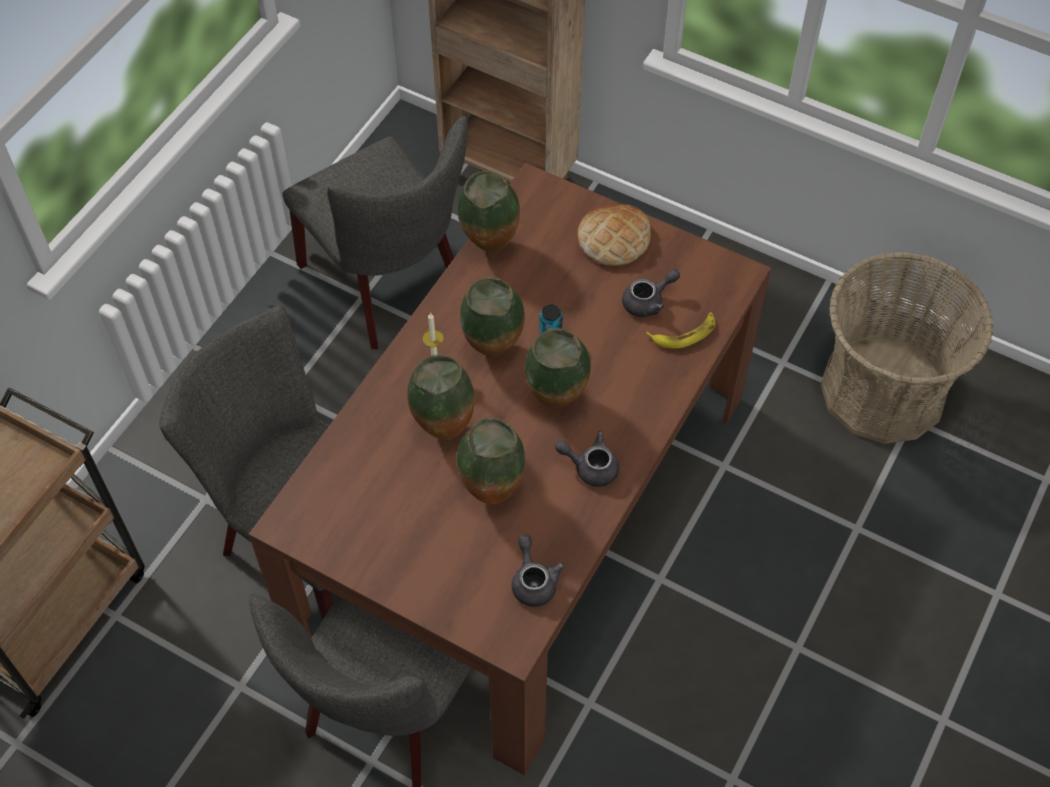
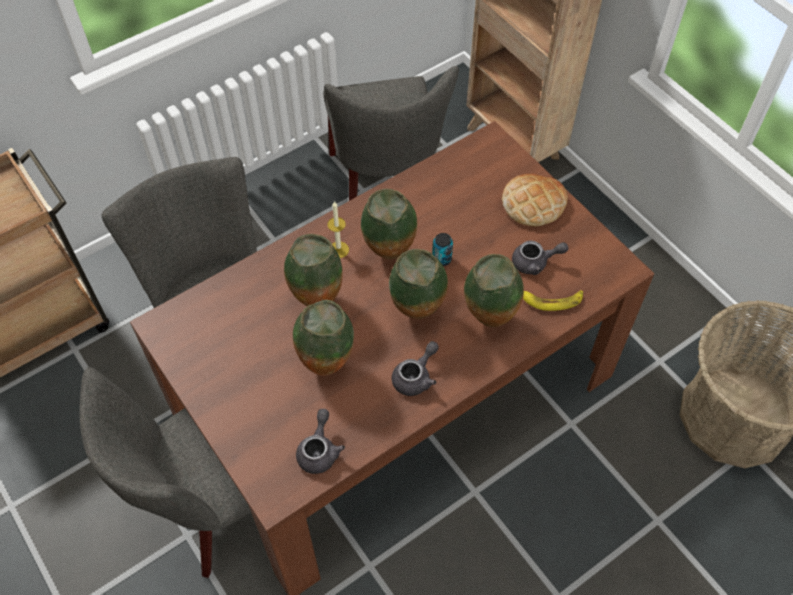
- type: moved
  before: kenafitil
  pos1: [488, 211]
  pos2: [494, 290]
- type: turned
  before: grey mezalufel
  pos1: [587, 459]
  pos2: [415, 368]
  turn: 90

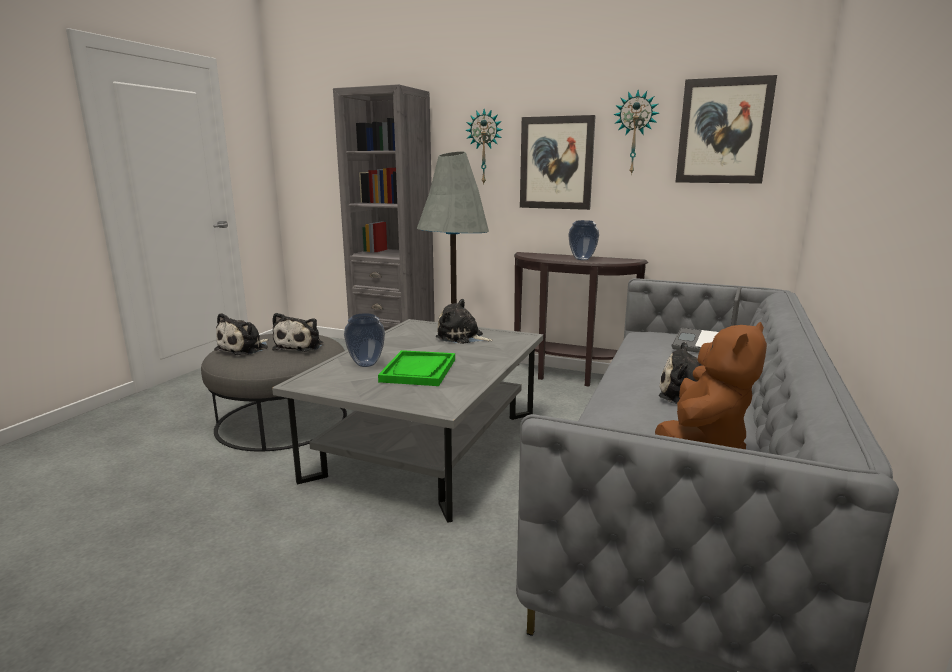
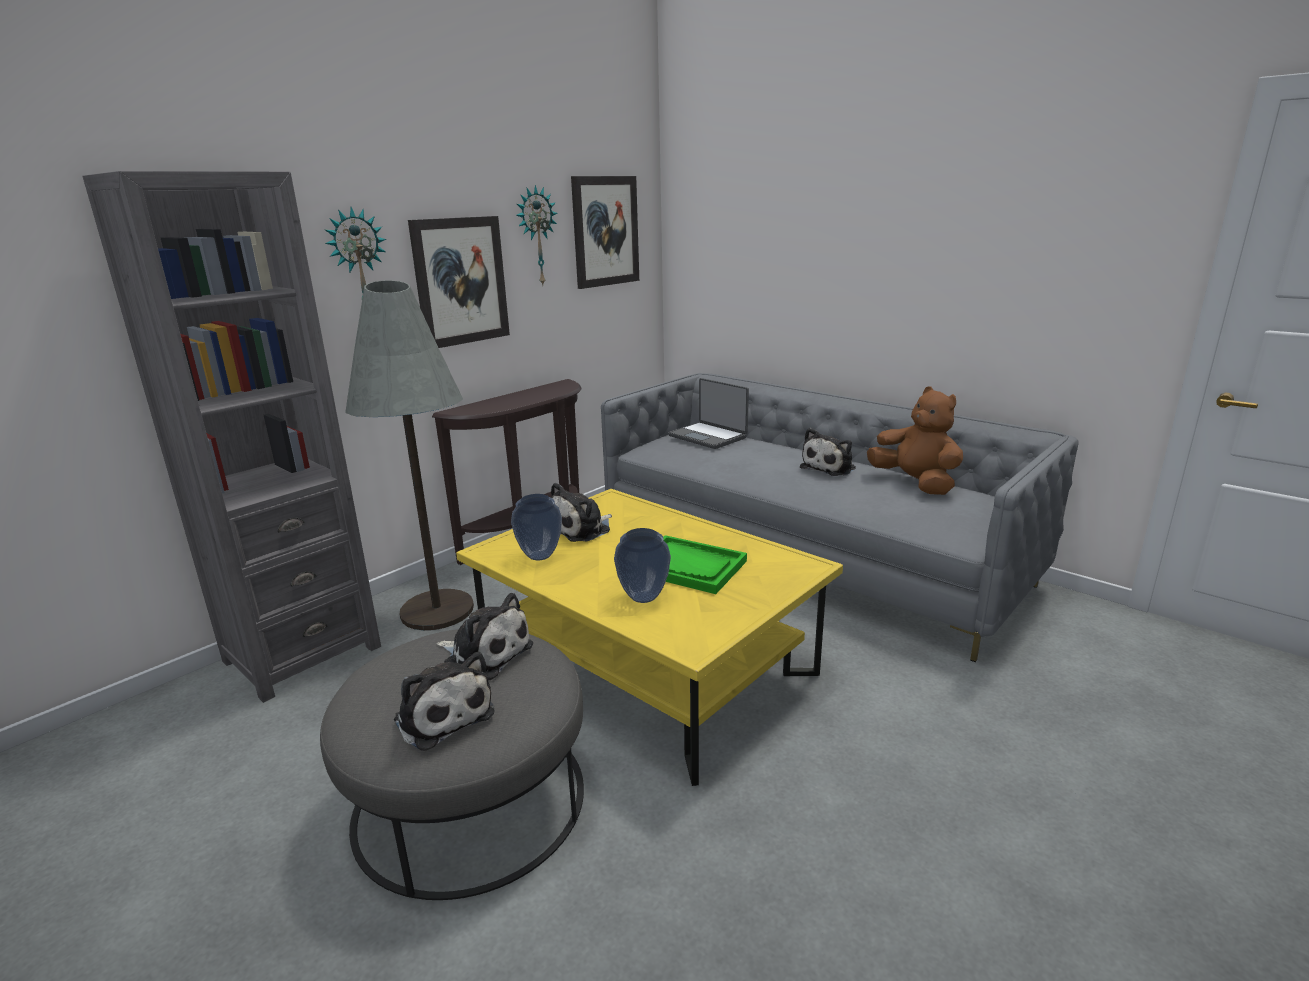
- type: moved
  before: kenafitil
  pos1: [583, 240]
  pos2: [536, 527]
- type: recoloured
  before: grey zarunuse
  after: yellow zarunuse
  pos1: [407, 421]
  pos2: [649, 637]

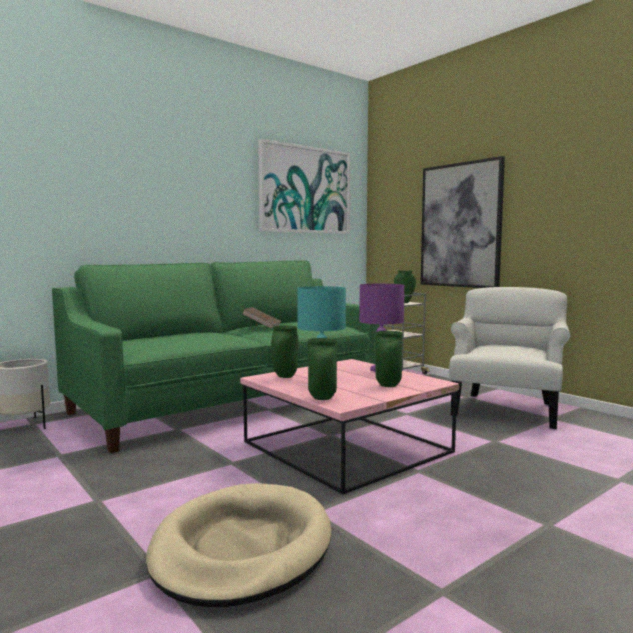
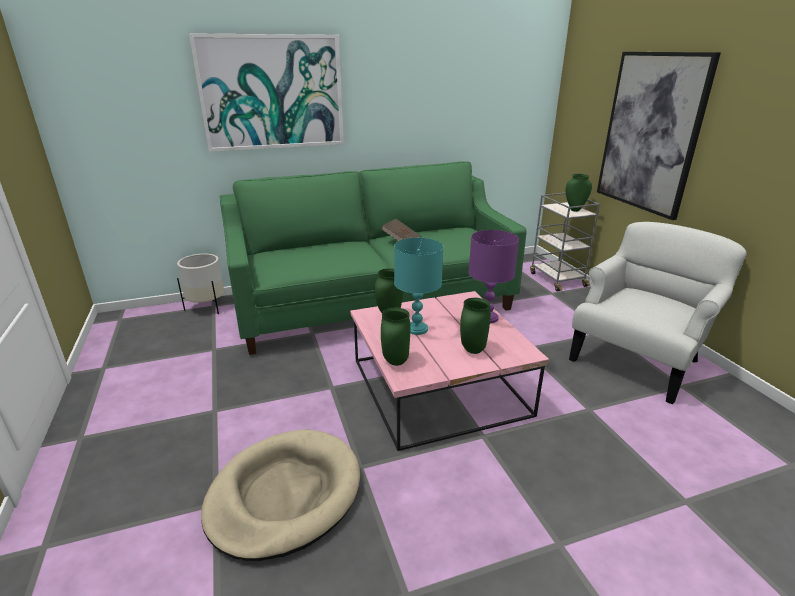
- type: moved
  before: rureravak
  pos1: [304, 186]
  pos2: [266, 92]

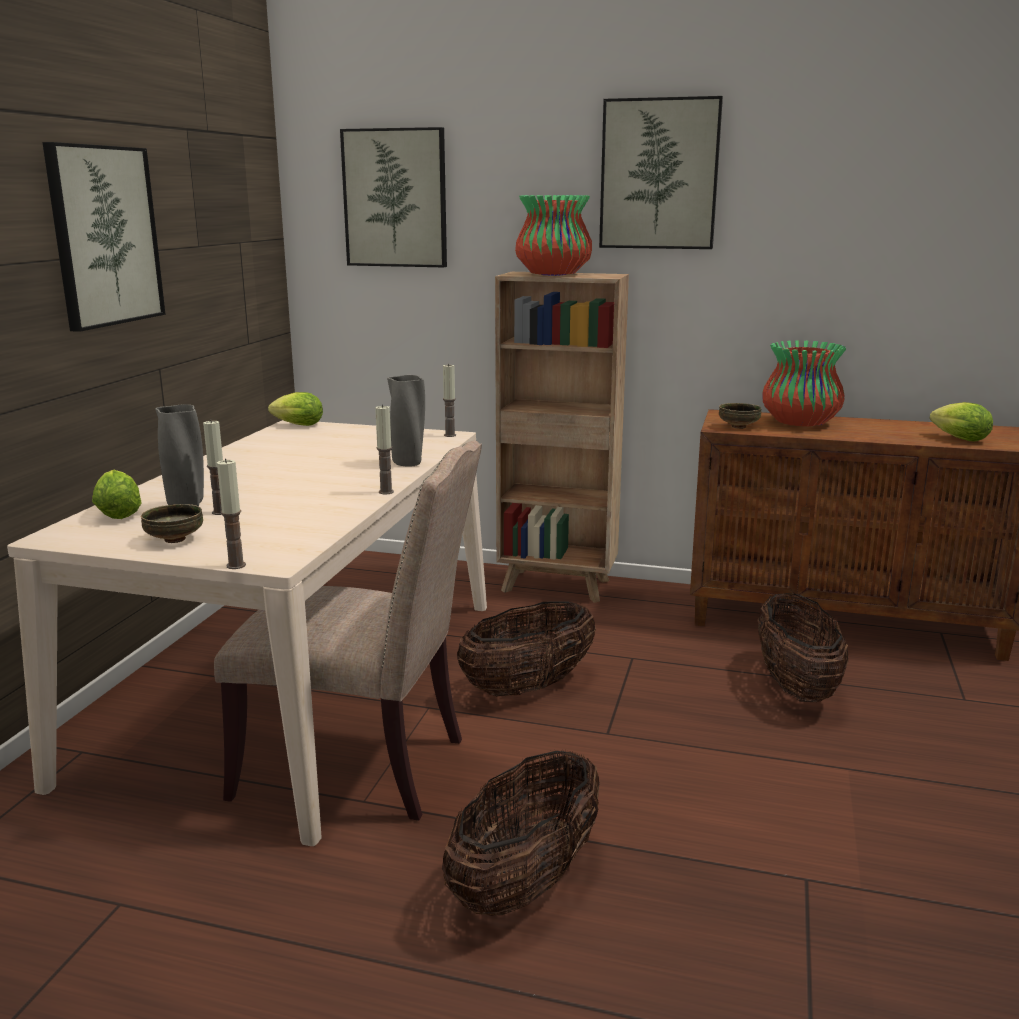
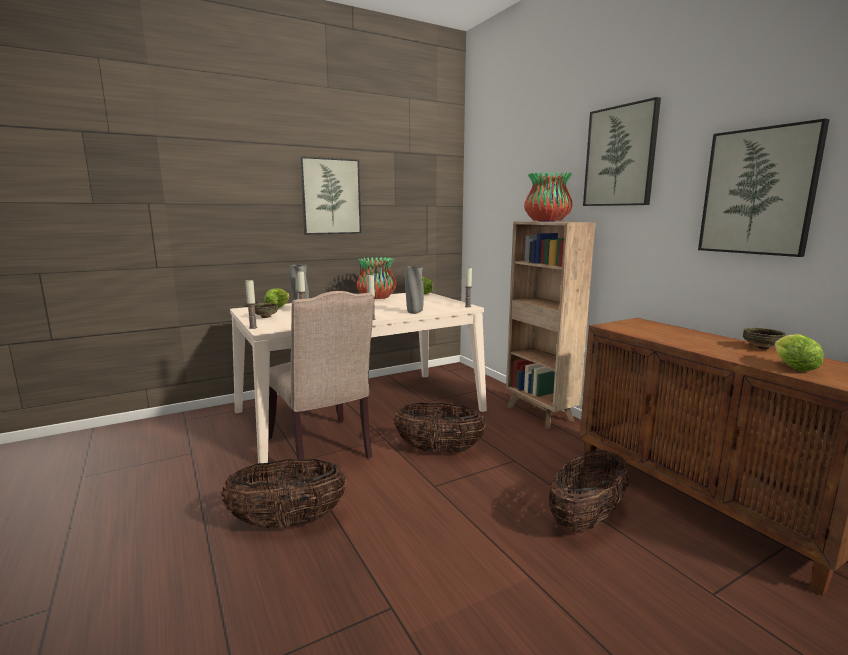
- type: moved
  before: rureravak
  pos1: [393, 197]
  pos2: [764, 187]
- type: moved
  before: kenafitil
  pos1: [804, 383]
  pos2: [377, 278]
- type: moved
  before: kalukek
  pos1: [740, 416]
  pos2: [764, 338]

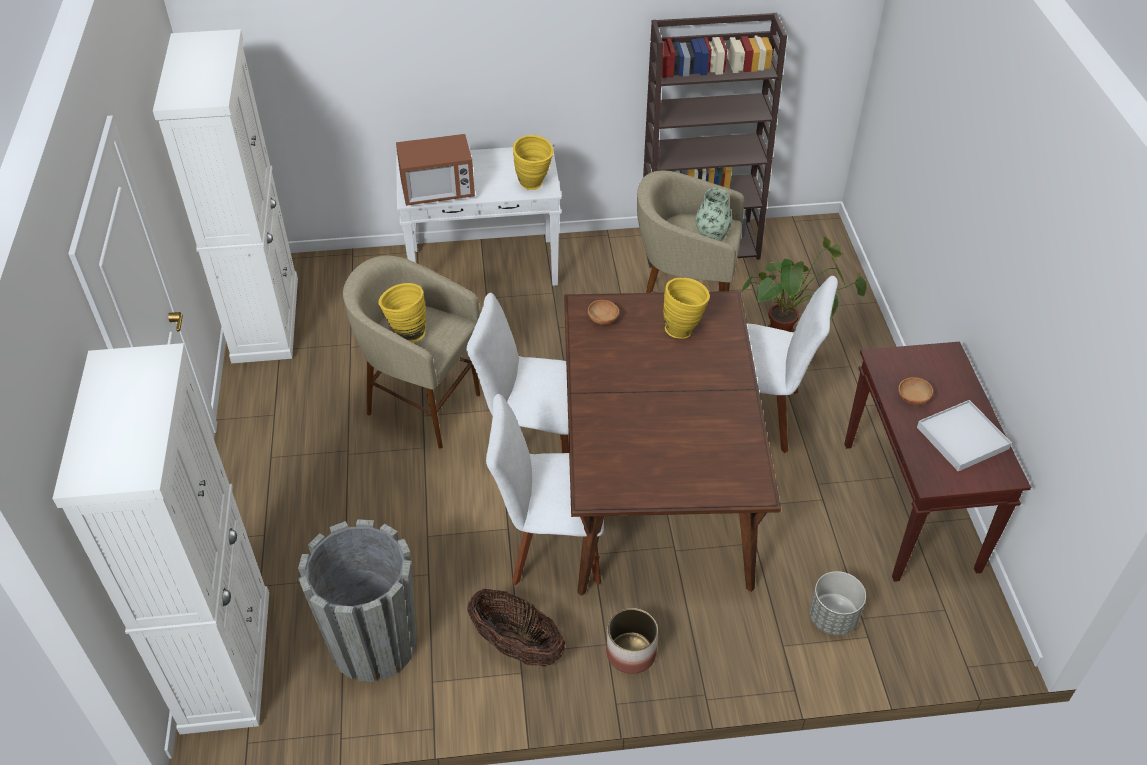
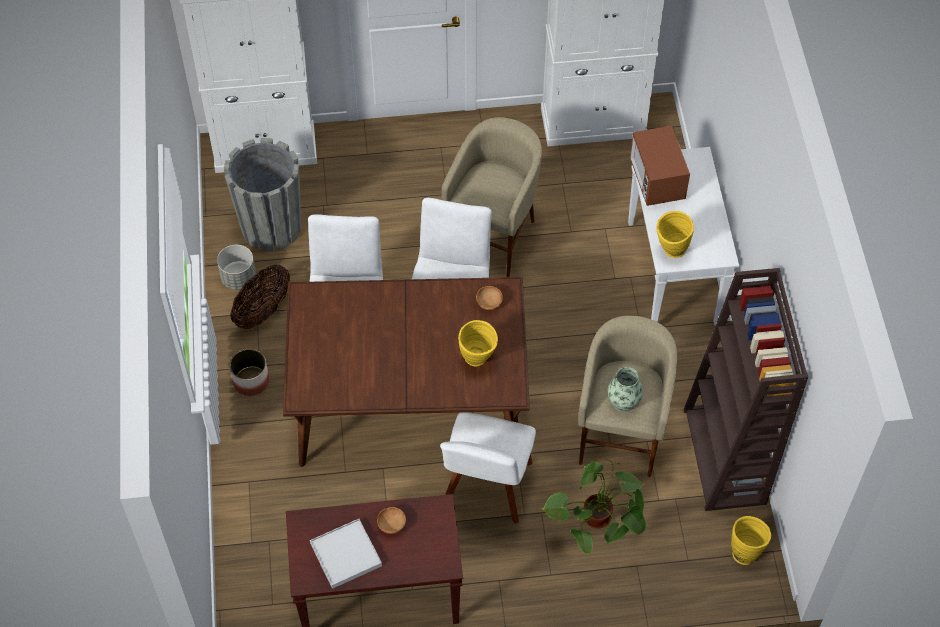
- type: moved
  before: yellow kenafitil
  pos1: [402, 313]
  pos2: [751, 540]
- type: moved
  before: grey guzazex
  pos1: [837, 603]
  pos2: [236, 267]

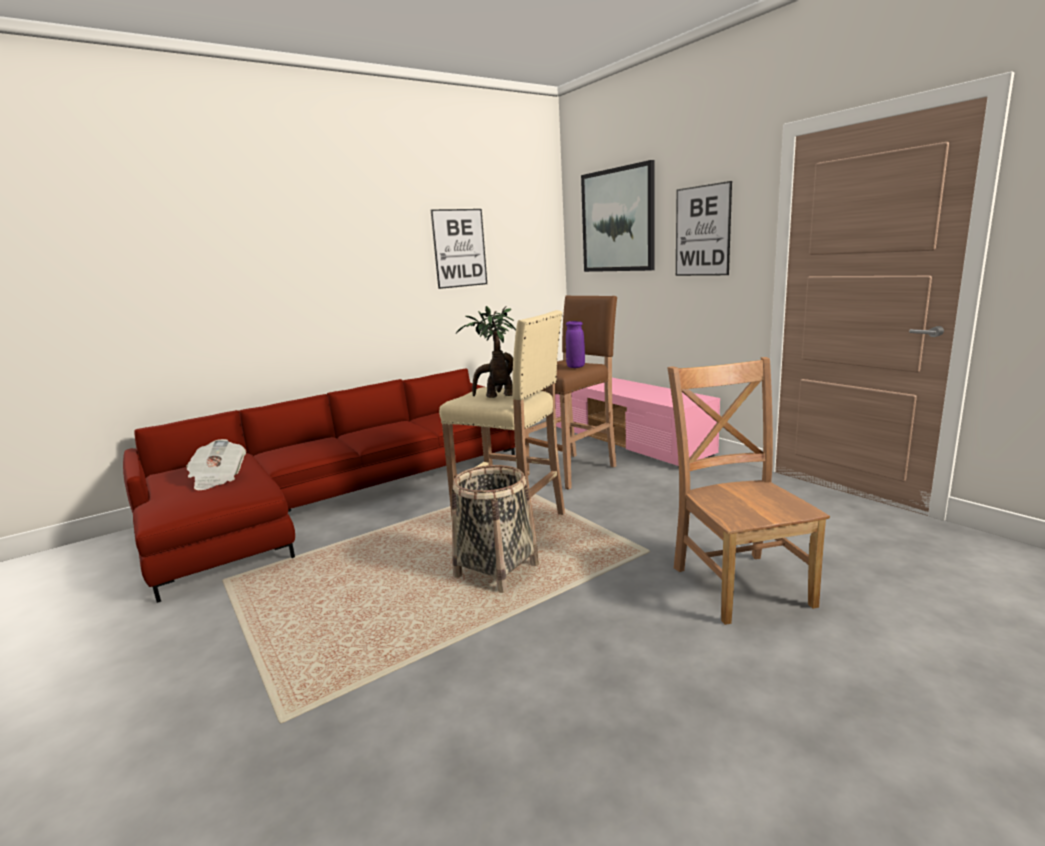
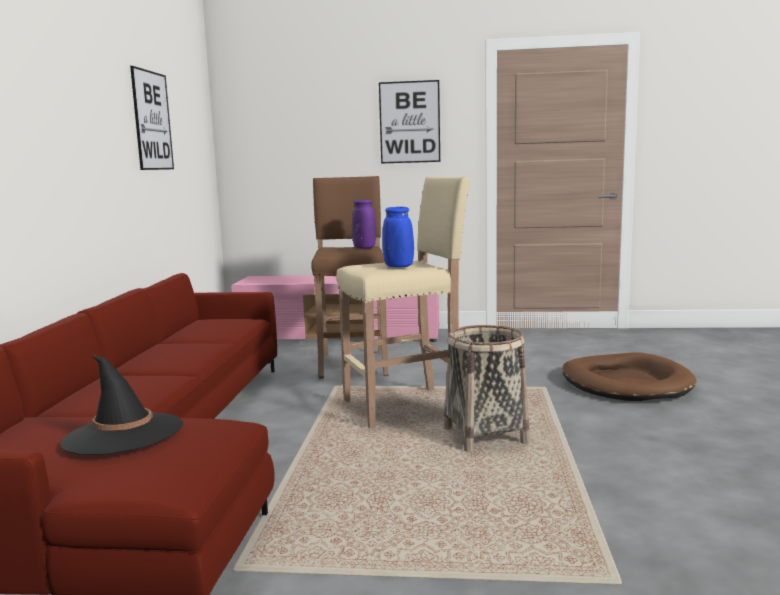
- type: removed
  before: rureravak
  pos1: [618, 216]
- type: replaced
  before: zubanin
  after: blue kenafitil
  pos1: [486, 352]
  pos2: [398, 237]
- type: replaced
  before: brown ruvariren
  after: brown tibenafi
  pos1: [748, 491]
  pos2: [629, 376]
- type: replaced
  before: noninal
  after: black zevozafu
  pos1: [216, 465]
  pos2: [122, 405]

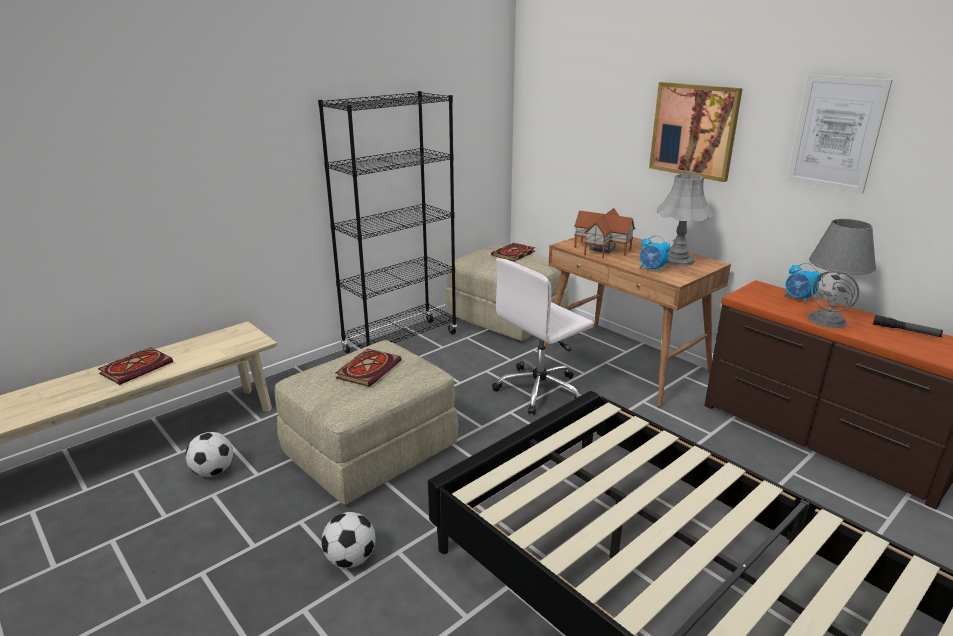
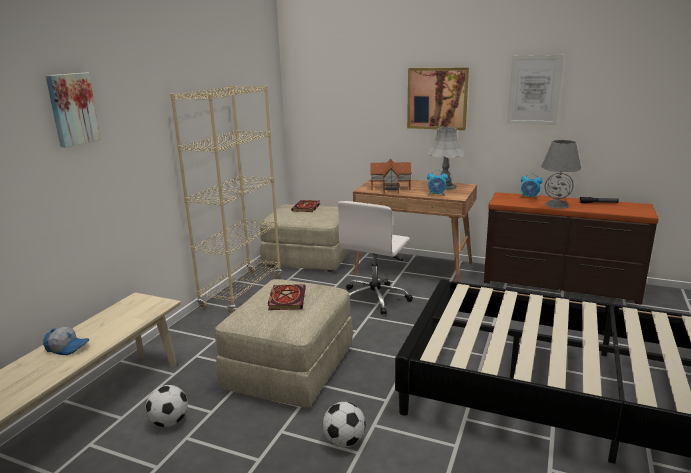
- type: recoloured
  before: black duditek
  after: beige duditek
  pos1: [387, 222]
  pos2: [226, 199]
- type: replaced
  before: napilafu
  after: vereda
  pos1: [135, 366]
  pos2: [66, 341]
- type: added
  after: rureravak
  pos2: [73, 110]

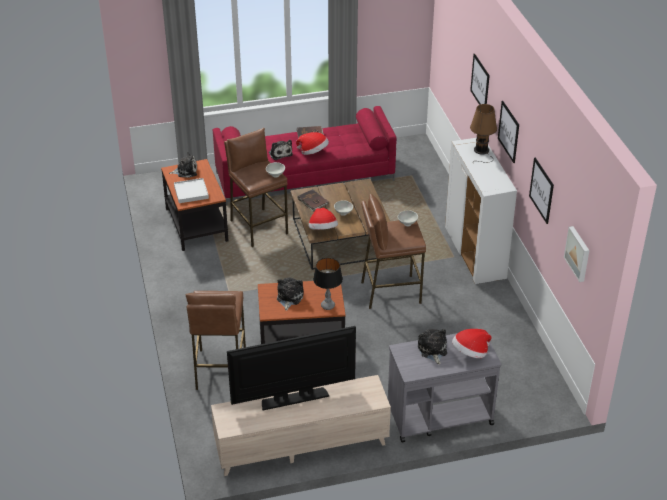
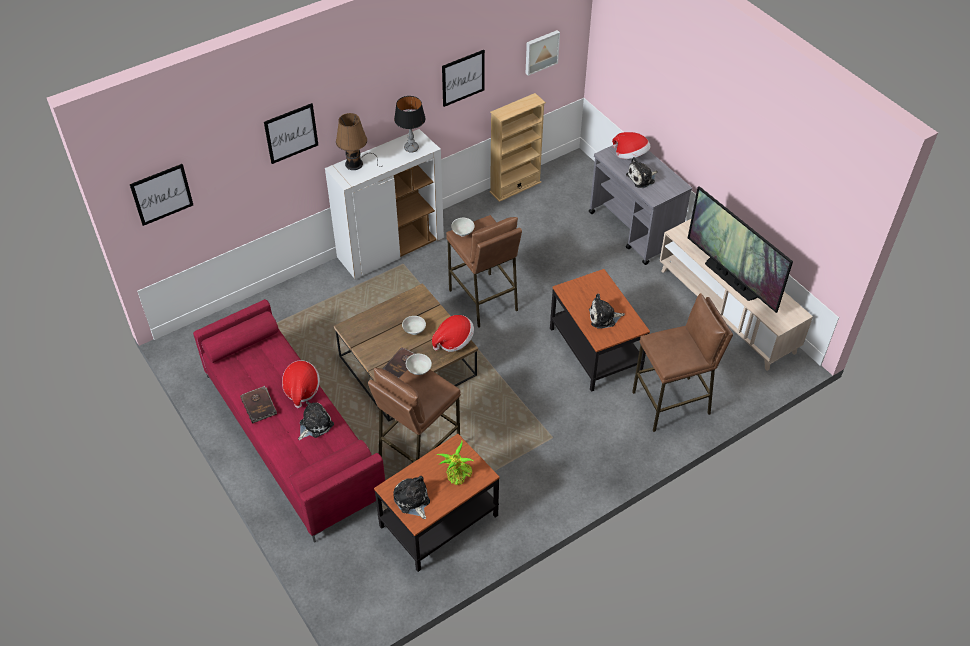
- type: moved
  before: rureravak
  pos1: [508, 132]
  pos2: [161, 195]
- type: replaced
  before: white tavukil
  after: zubanin
  pos1: [191, 190]
  pos2: [455, 463]
- type: moved
  before: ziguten
  pos1: [328, 284]
  pos2: [410, 124]
- type: added
  after: beige duditek
  pos2: [518, 147]

